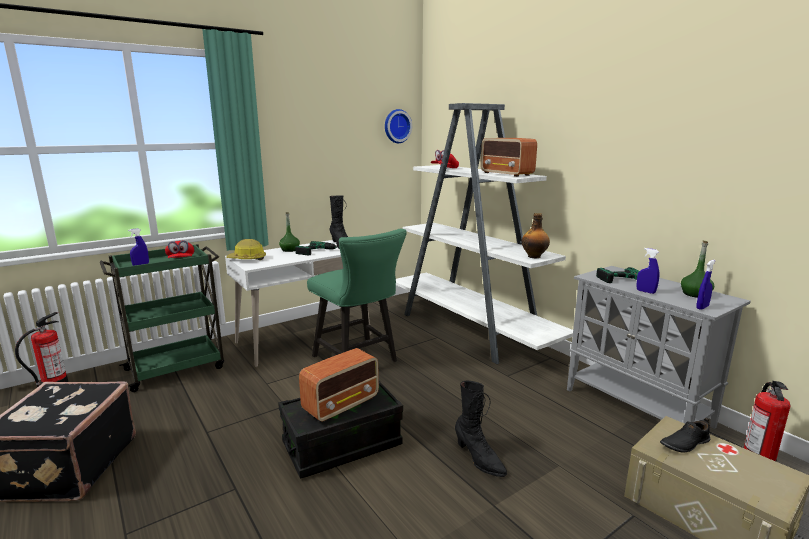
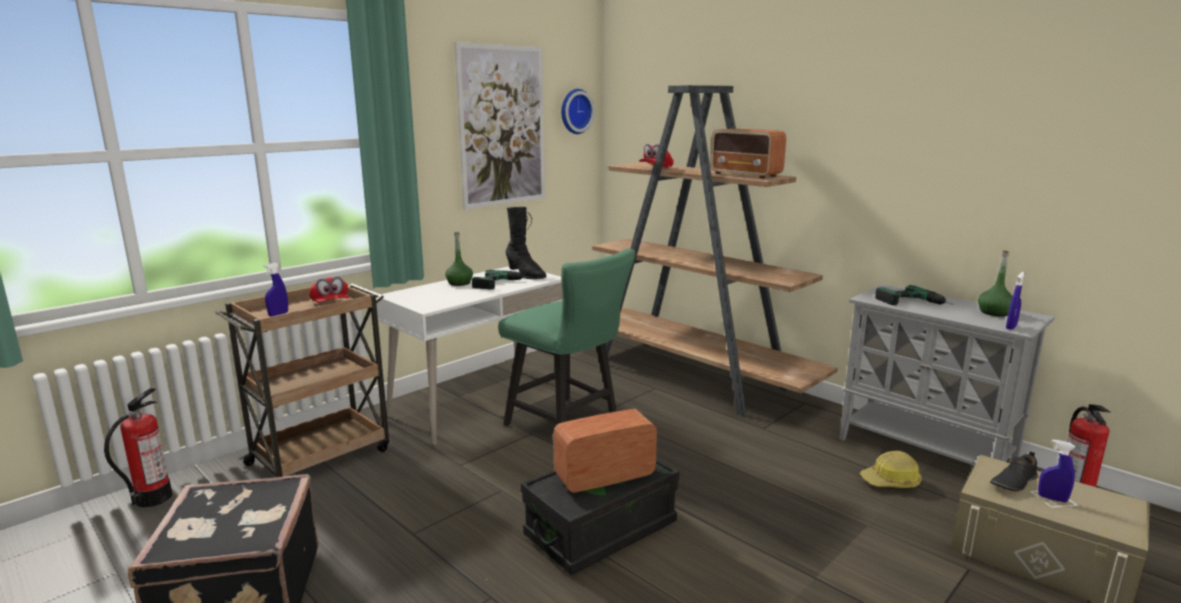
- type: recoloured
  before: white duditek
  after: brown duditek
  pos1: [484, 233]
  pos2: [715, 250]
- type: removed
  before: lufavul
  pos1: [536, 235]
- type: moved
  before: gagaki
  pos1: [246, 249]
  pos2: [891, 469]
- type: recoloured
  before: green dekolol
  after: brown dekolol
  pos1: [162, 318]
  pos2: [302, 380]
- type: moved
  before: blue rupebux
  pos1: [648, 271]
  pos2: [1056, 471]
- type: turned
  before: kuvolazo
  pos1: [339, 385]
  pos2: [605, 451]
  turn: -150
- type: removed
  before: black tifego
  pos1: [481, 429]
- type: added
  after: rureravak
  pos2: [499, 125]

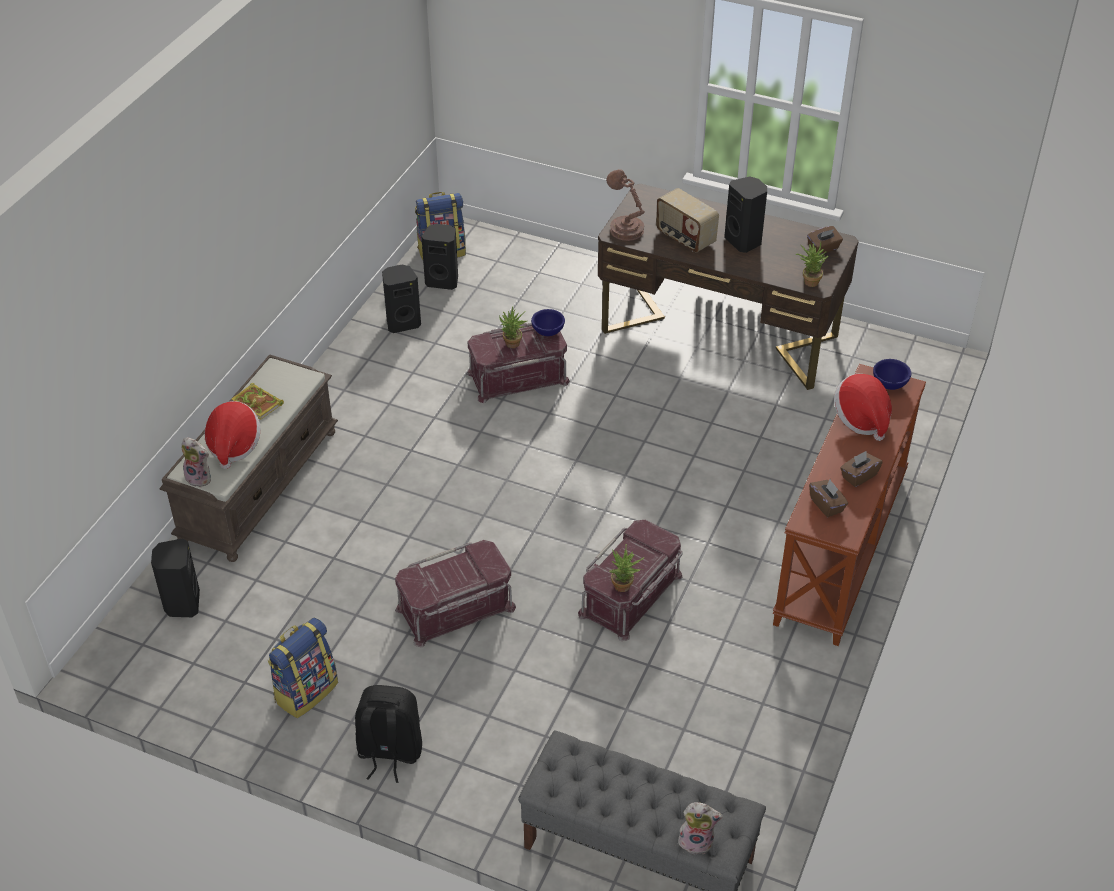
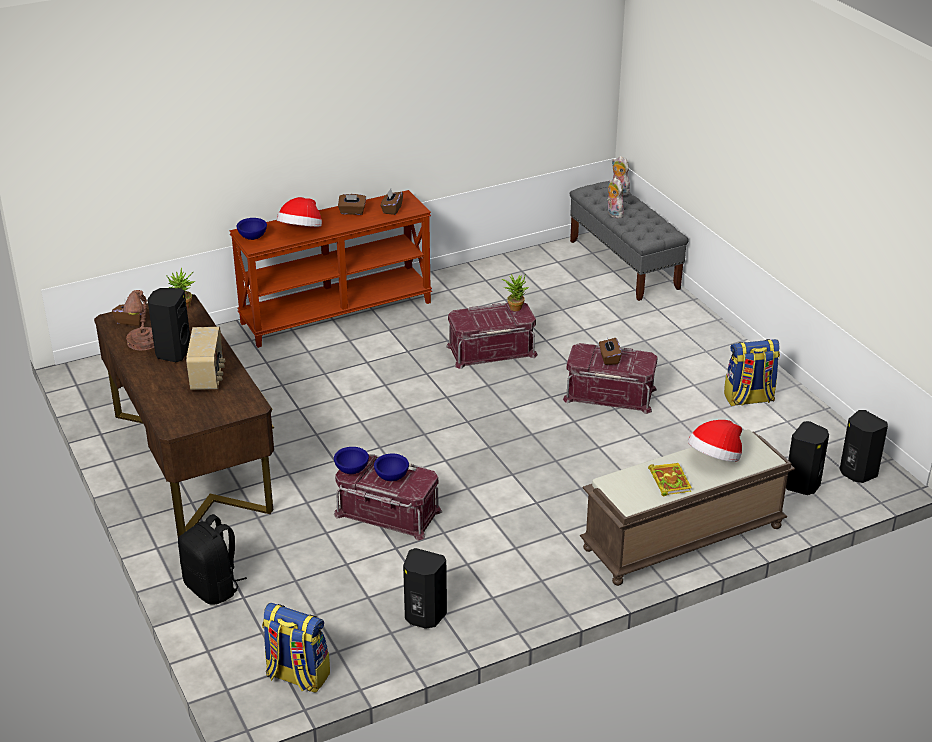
- type: moved
  before: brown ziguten
  pos1: [625, 205]
  pos2: [138, 320]
- type: moved
  before: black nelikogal
  pos1: [439, 257]
  pos2: [864, 446]
- type: replaced
  before: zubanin
  after: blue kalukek
  pos1: [513, 327]
  pos2: [391, 467]
- type: moved
  before: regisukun
  pos1: [196, 462]
  pos2: [615, 197]
- type: moved
  before: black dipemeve
  pos1: [388, 734]
  pos2: [212, 559]
- type: added
  after: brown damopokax
  pos2: [610, 351]

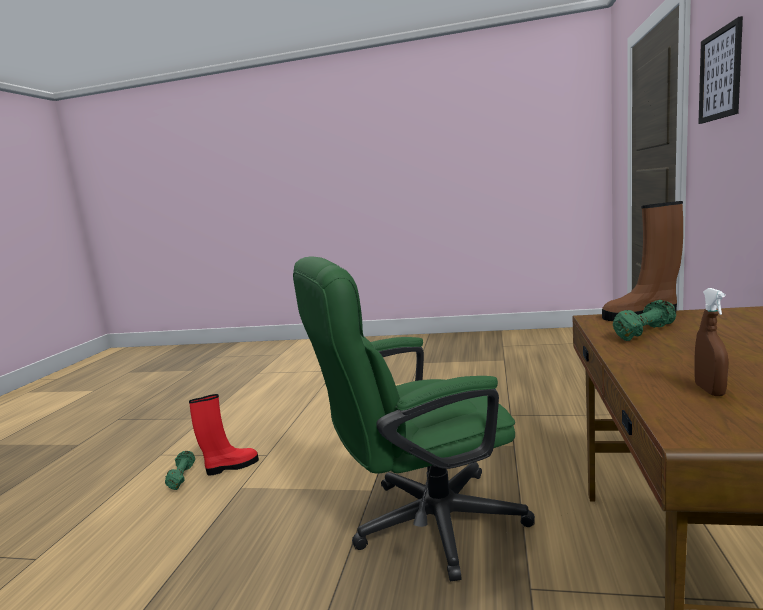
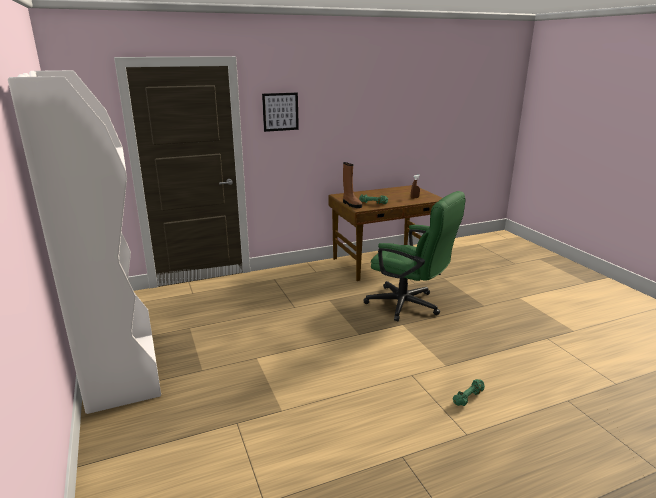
- type: removed
  before: red tifego
  pos1: [224, 435]
- type: added
  after: white duditek
  pos2: [84, 242]

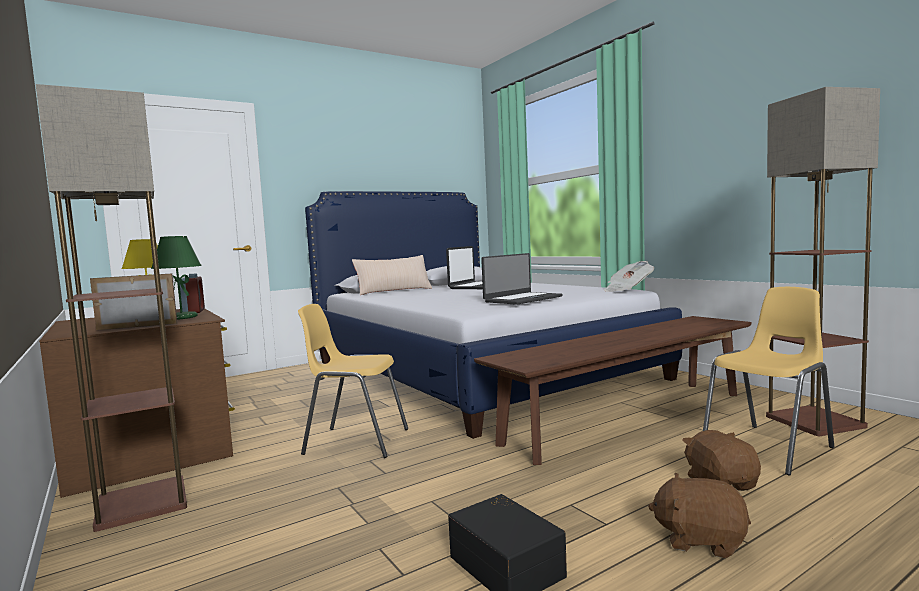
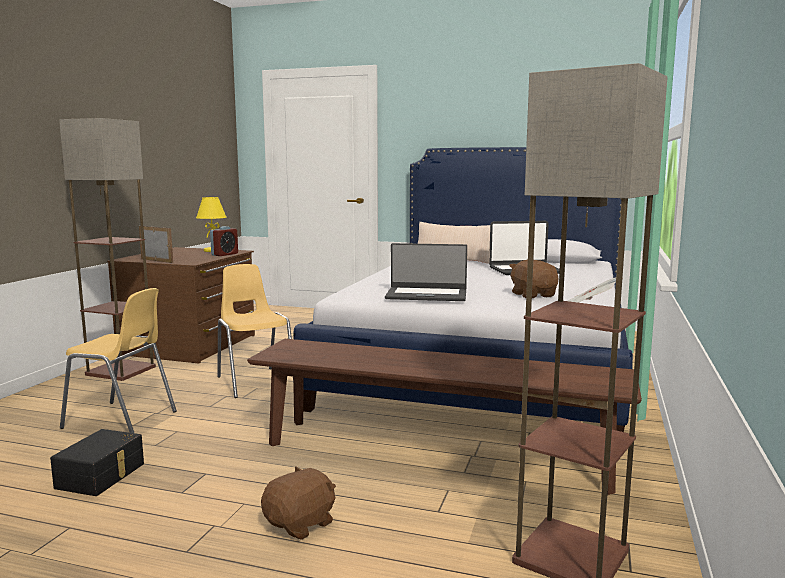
- type: removed
  before: green ziguten
  pos1: [176, 278]
- type: moved
  before: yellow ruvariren
  pos1: [768, 381]
  pos2: [118, 360]
- type: moved
  before: brown regisukun
  pos1: [699, 515]
  pos2: [533, 279]

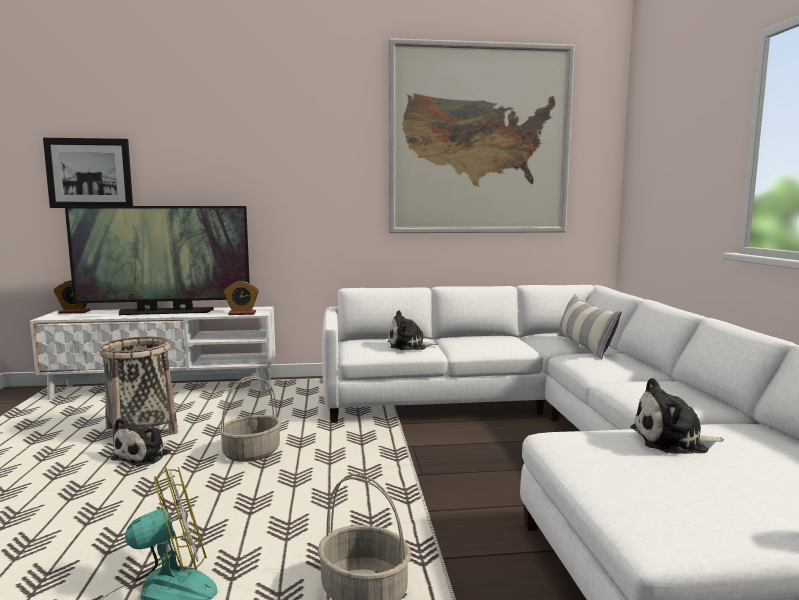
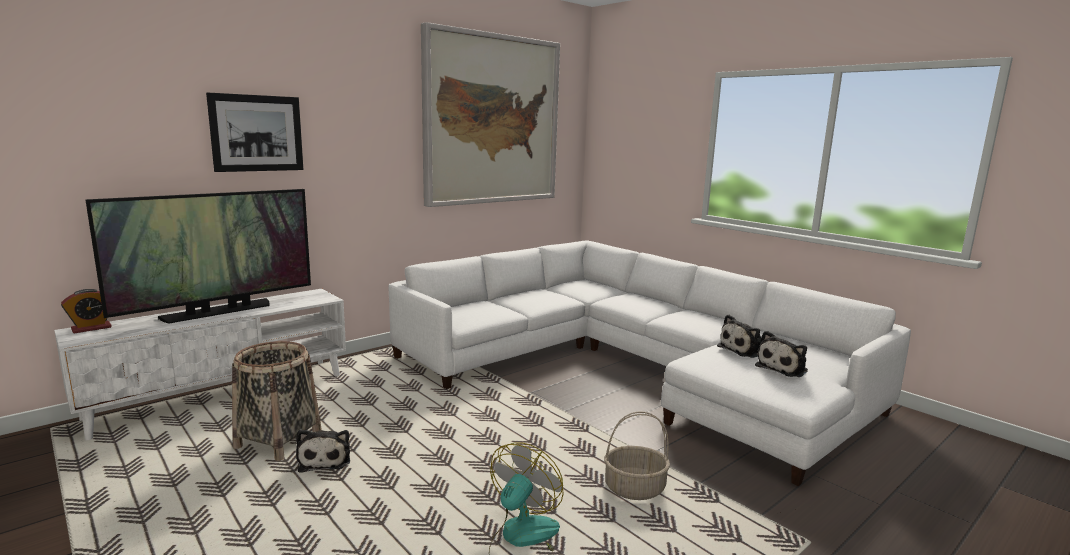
- type: moved
  before: rureravak
  pos1: [88, 173]
  pos2: [255, 132]
- type: removed
  before: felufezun
  pos1: [241, 298]
- type: removed
  before: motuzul
  pos1: [589, 326]
- type: moved
  before: regisukun
  pos1: [413, 330]
  pos2: [781, 354]
- type: removed
  before: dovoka
  pos1: [250, 419]

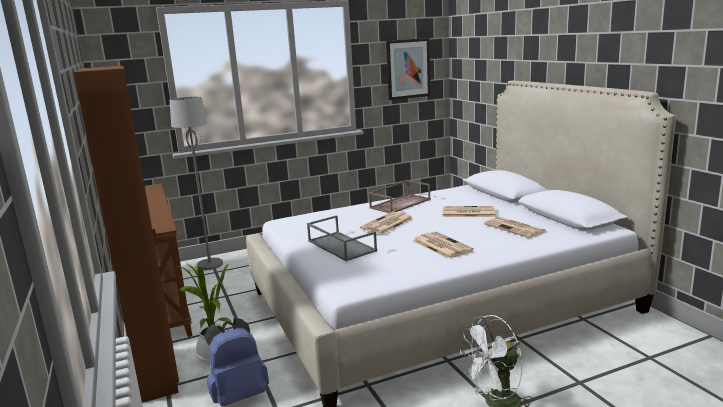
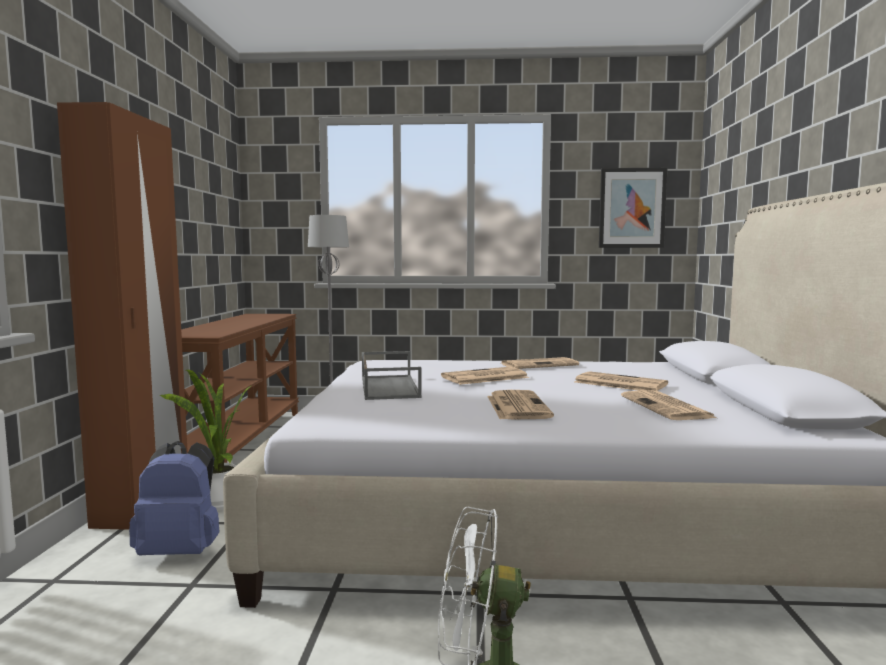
- type: replaced
  before: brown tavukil
  after: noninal
  pos1: [399, 196]
  pos2: [540, 363]

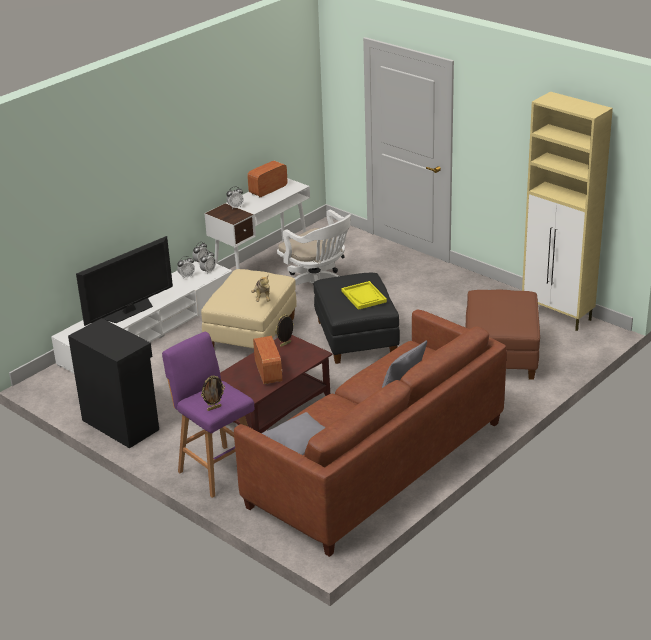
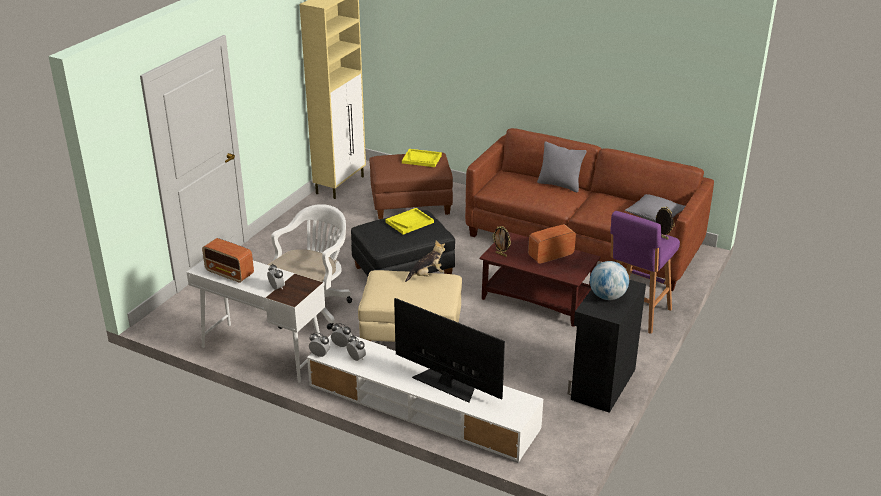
- type: added
  after: yellow tavukil
  pos2: [422, 158]
- type: added
  after: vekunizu
  pos2: [609, 280]

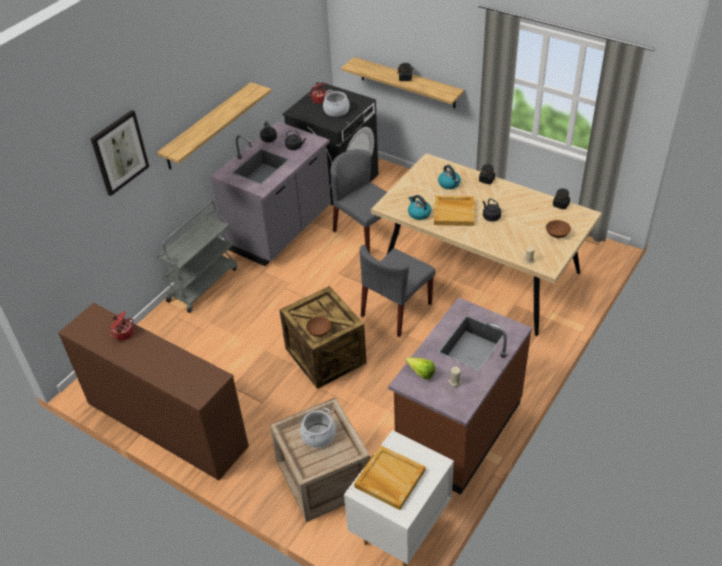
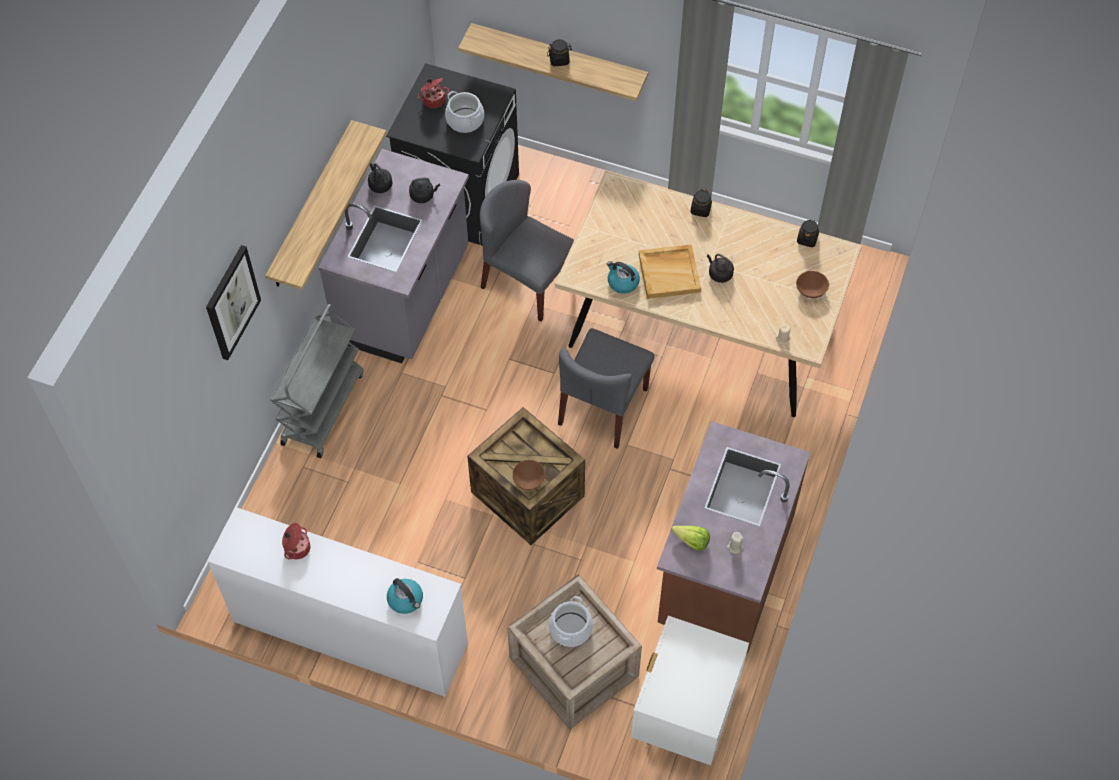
- type: moved
  before: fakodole
  pos1: [449, 177]
  pos2: [405, 596]
- type: recoloured
  before: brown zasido
  after: white zasido
  pos1: [153, 391]
  pos2: [337, 602]
- type: removed
  before: beige tavukil
  pos1: [389, 477]

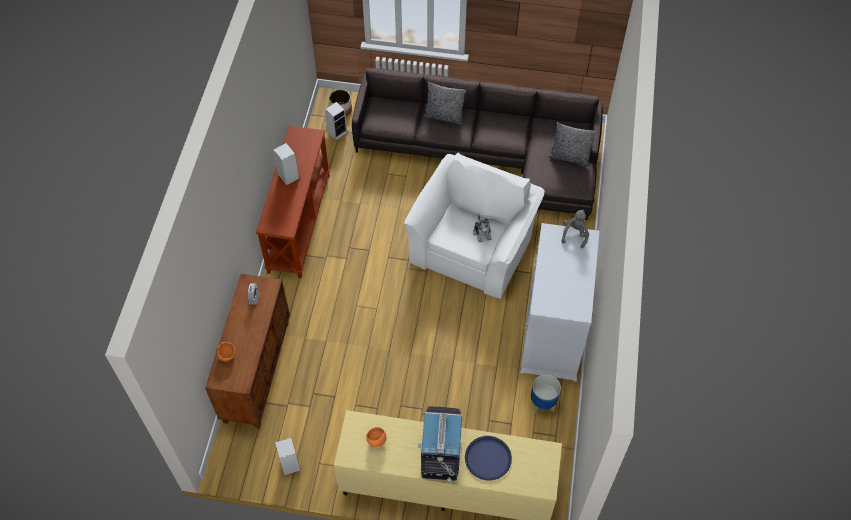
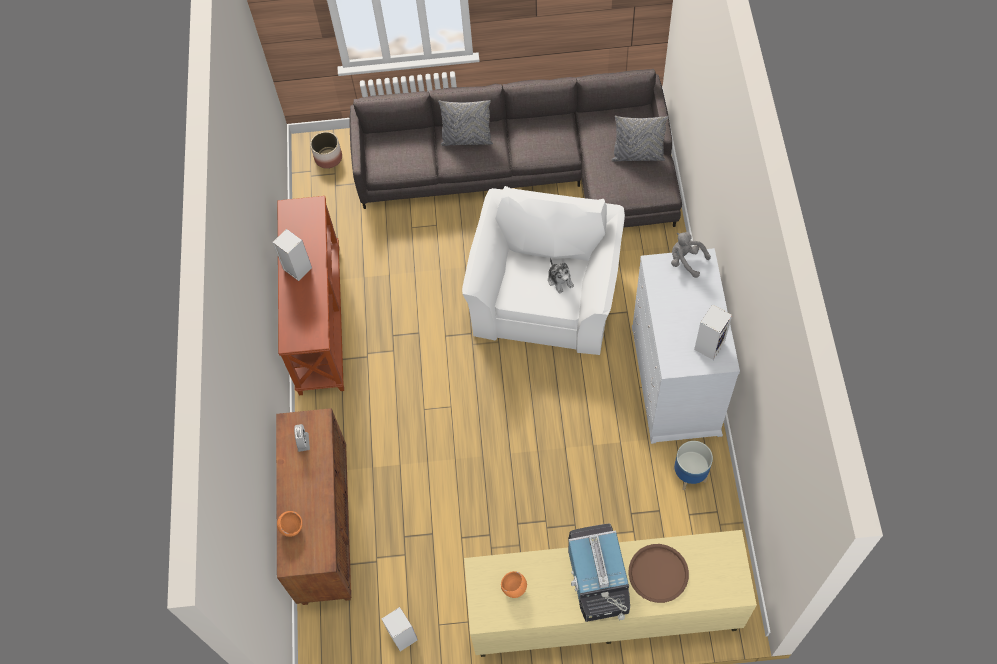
- type: moved
  before: nelikogal
  pos1: [336, 121]
  pos2: [713, 332]
- type: turned
  before: grey regisukun
  pos1: [575, 229]
  pos2: [691, 255]
  turn: -60
- type: recoloured
  before: blue tavukil
  after: brown tavukil
  pos1: [488, 458]
  pos2: [658, 573]

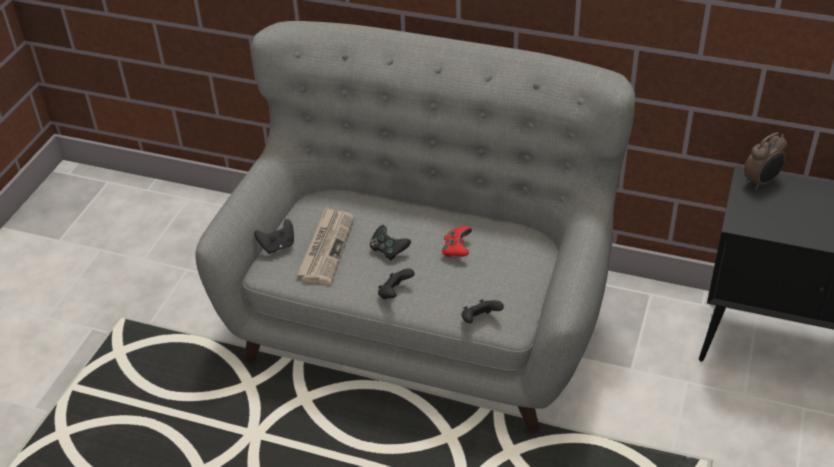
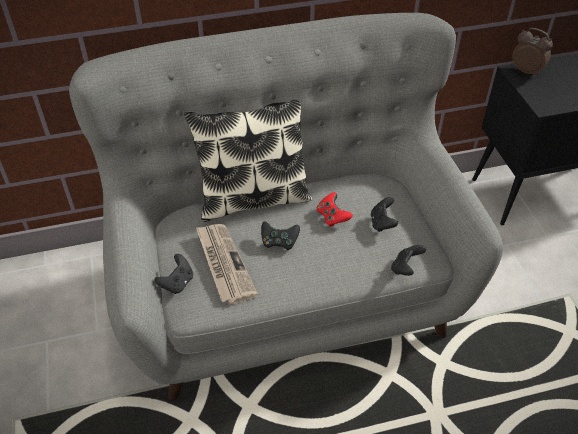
- type: turned
  before: felufezun
  pos1: [765, 161]
  pos2: [532, 52]
  turn: -75
- type: moved
  before: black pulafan
  pos1: [396, 283]
  pos2: [384, 214]
- type: added
  after: motuzul
  pos2: [248, 161]

